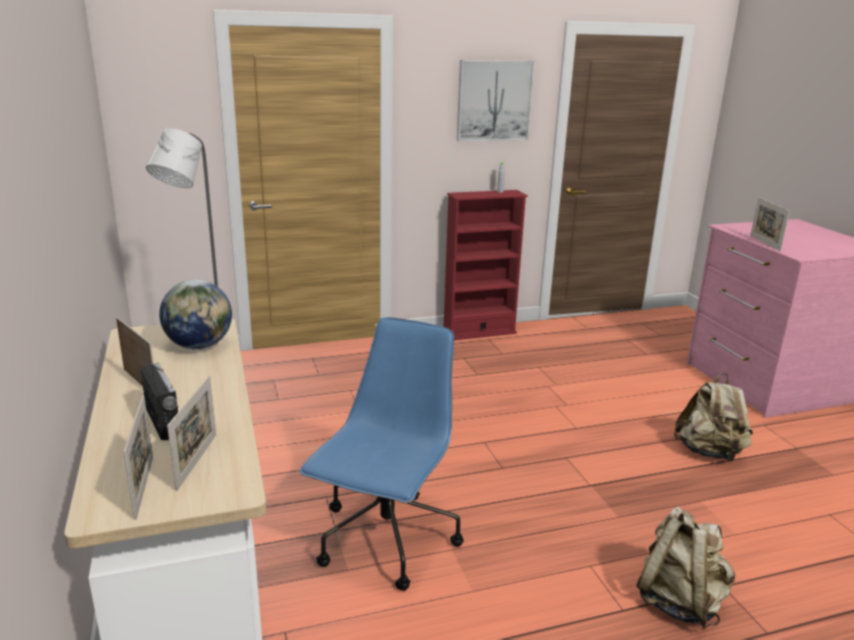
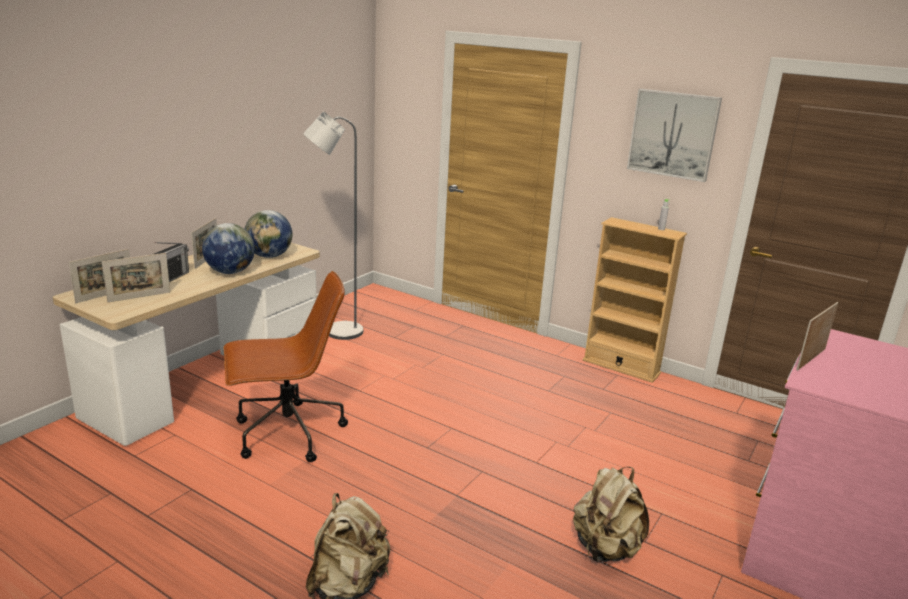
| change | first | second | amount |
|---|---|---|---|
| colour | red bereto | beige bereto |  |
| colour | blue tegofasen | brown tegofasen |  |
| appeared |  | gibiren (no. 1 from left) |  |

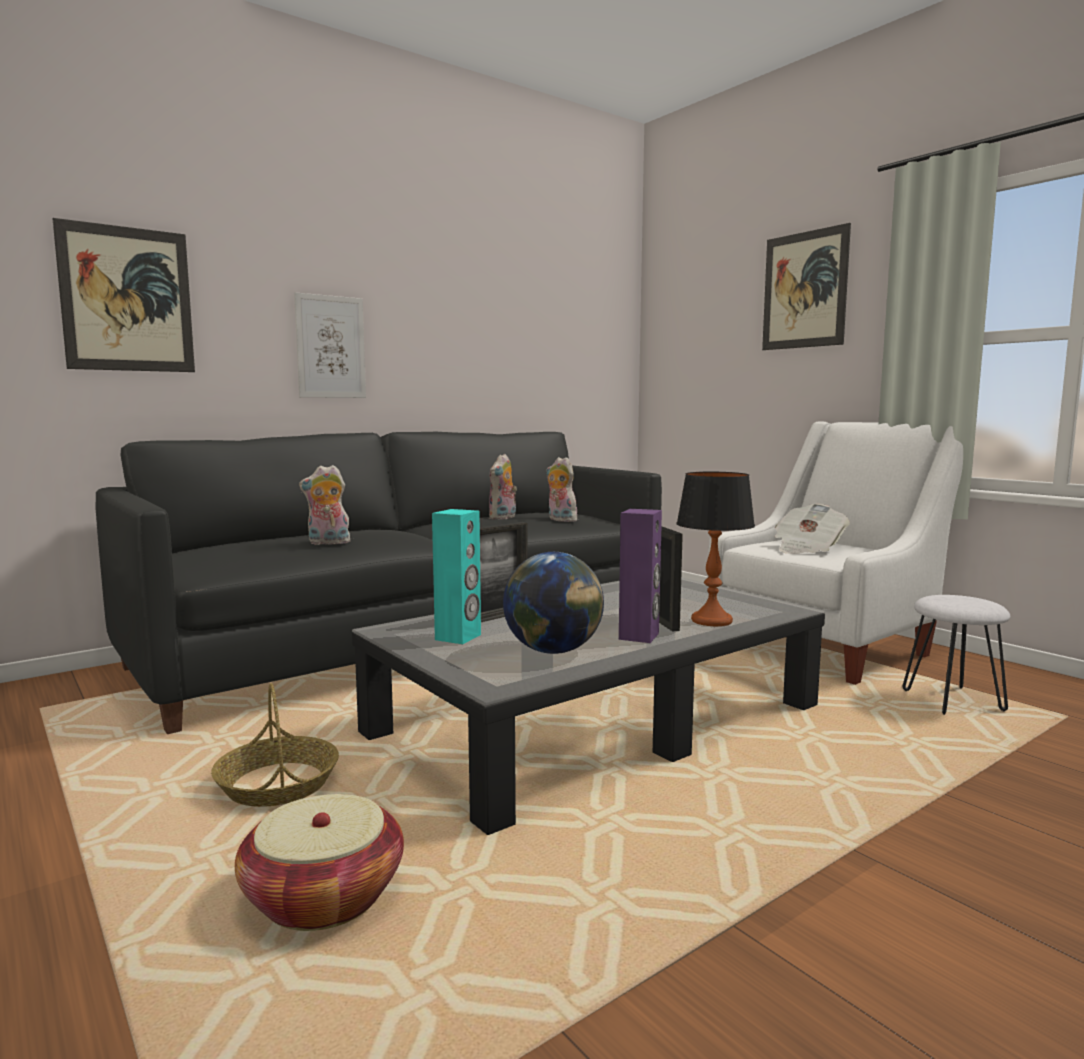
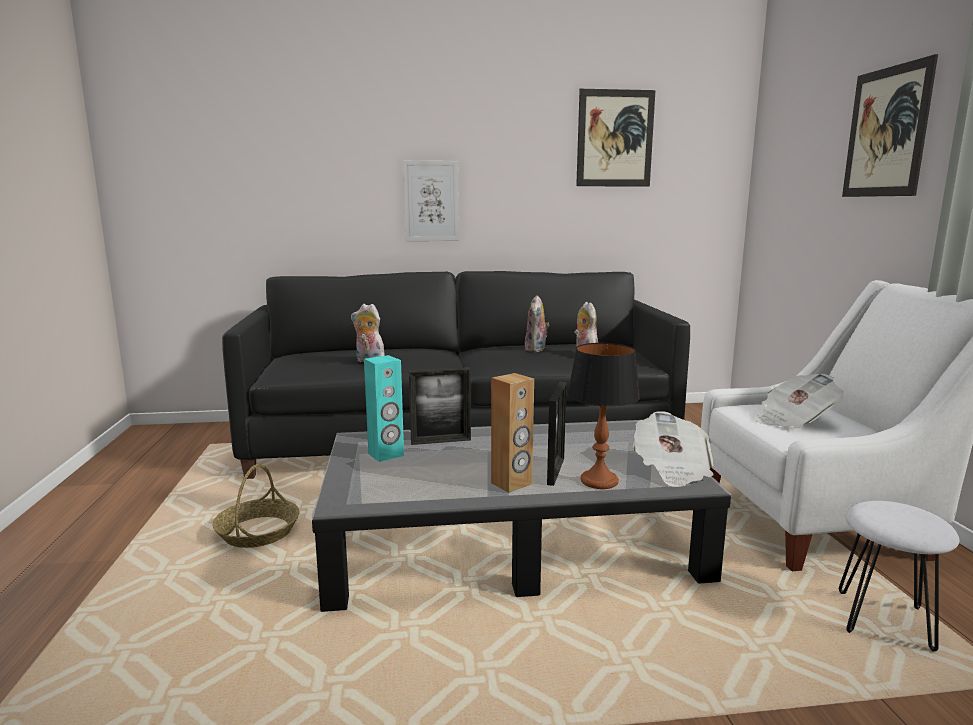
| change | first | second | amount |
|---|---|---|---|
| relocated | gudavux (no. 1 from left in the first image) | gudavux (no. 2 from left) |  |
| spun | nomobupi (no. 2 from left) |  | 45 degrees counterclockwise |
| colour | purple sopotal | brown sopotal |  |
| missing | gibiren |  |  |
| missing | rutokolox (no. 2 from left) |  |  |
| appeared |  | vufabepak (no. 1 from left) |  |

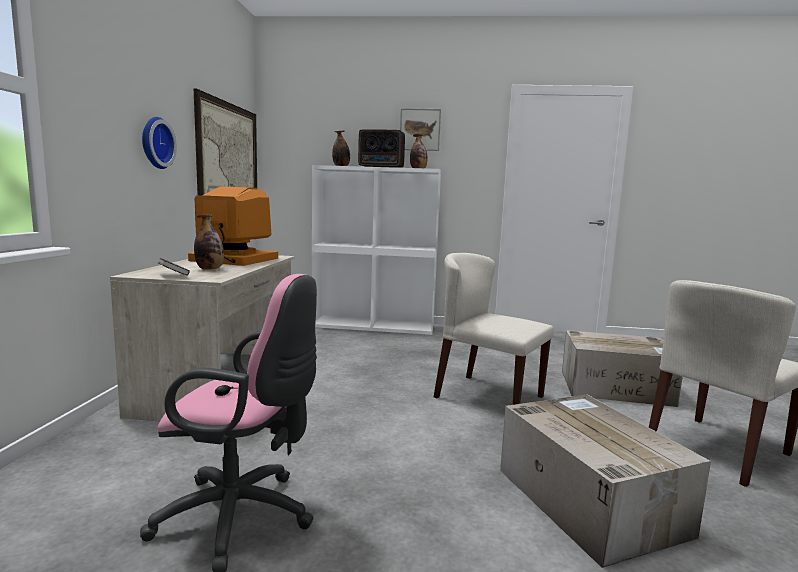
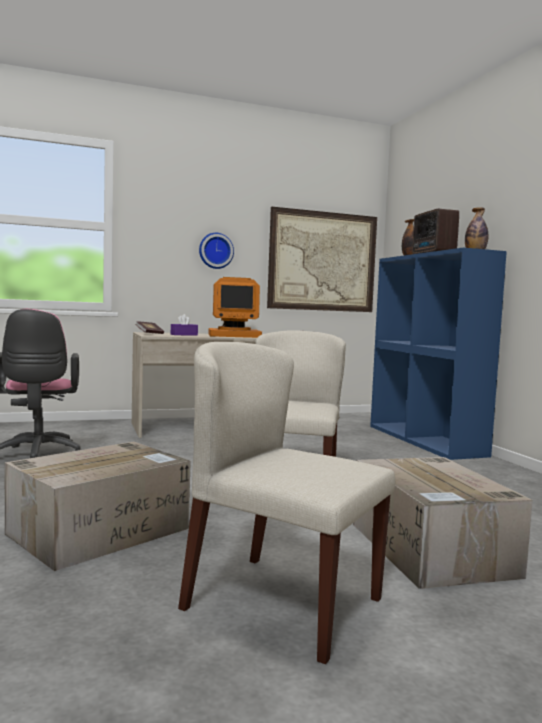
| change | first | second | amount |
|---|---|---|---|
| missing | gudavux (no. 2 from left) |  |  |
| colour | white bereto | blue bereto |  |
| spun | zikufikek |  | 90 degrees clockwise |
| exchanged | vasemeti (no. 1 from left) | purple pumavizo |  |

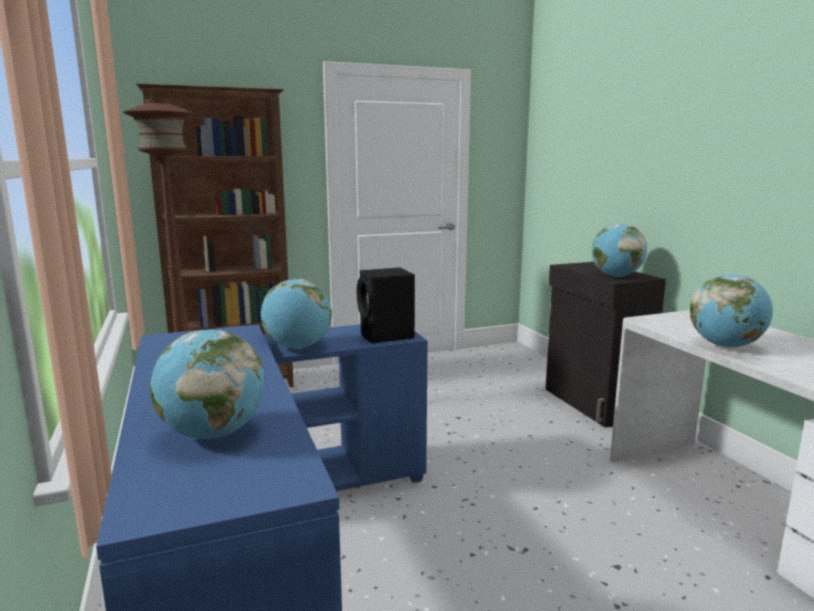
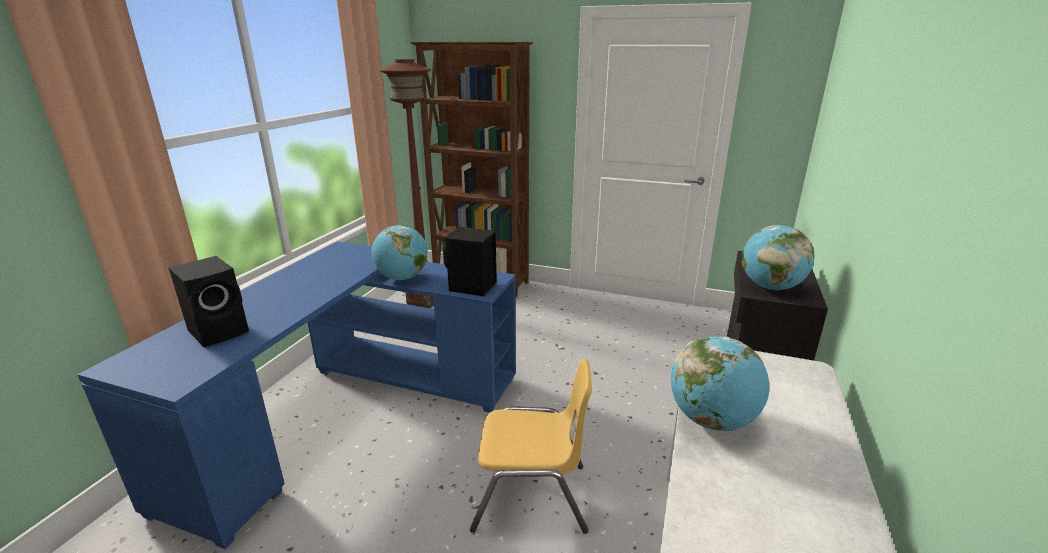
| change | first | second | amount |
|---|---|---|---|
| exchanged | gibiren (no. 1 from left) | black sopotal (no. 1 from left) |  |
| appeared |  | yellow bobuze |  |

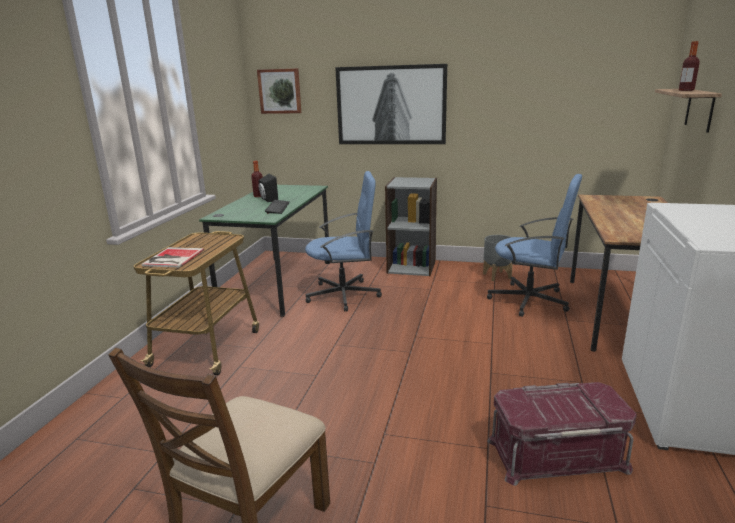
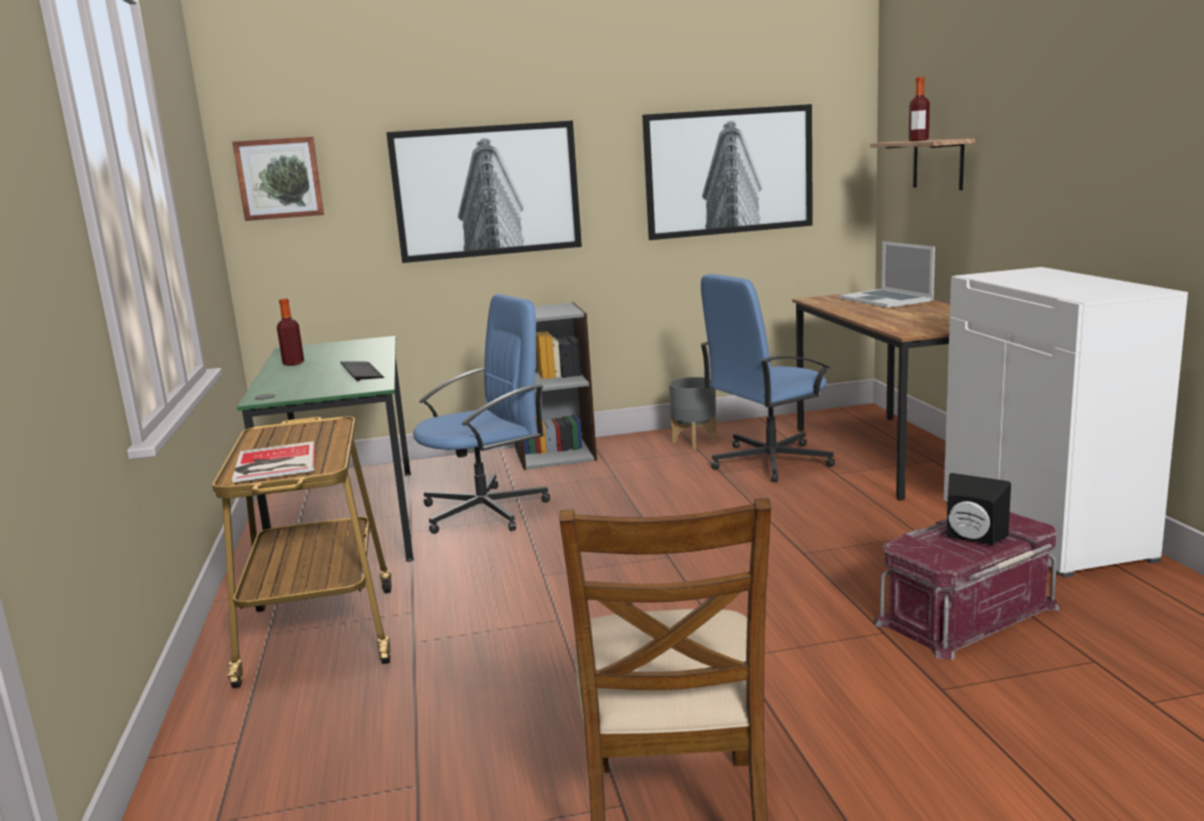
| change | first | second | amount |
|---|---|---|---|
| relocated | black sopotal |  |  |
| spun | blue tegofasen (no. 2 from left) |  | 150 degrees clockwise |
| appeared |  | gudavux (no. 3 from left) |  |
| appeared |  | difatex |  |

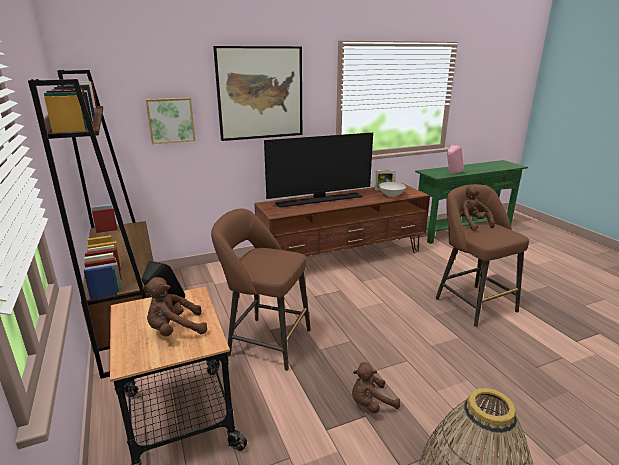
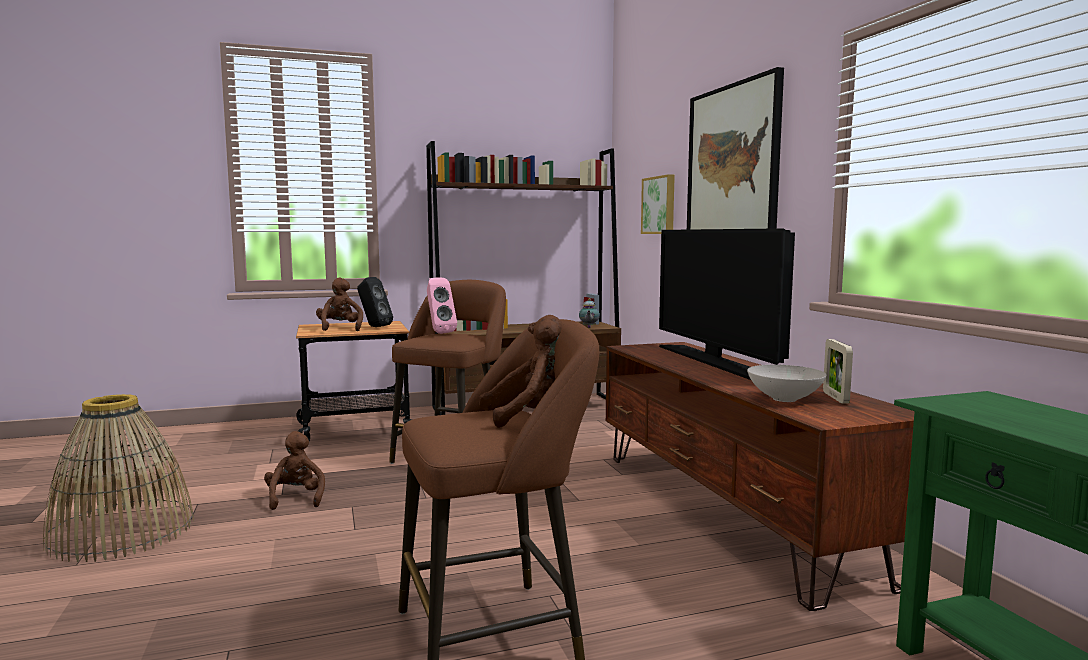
| change | first | second | amount |
|---|---|---|---|
| relocated | pink sopotal |  |  |
| appeared |  | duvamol |  |

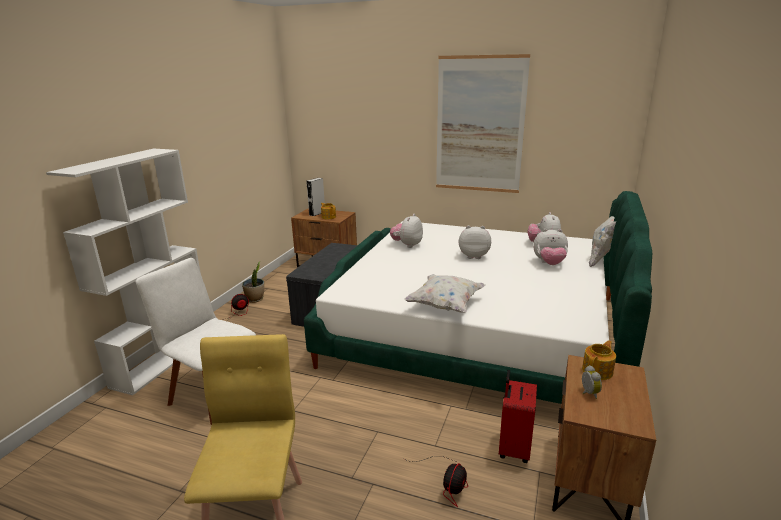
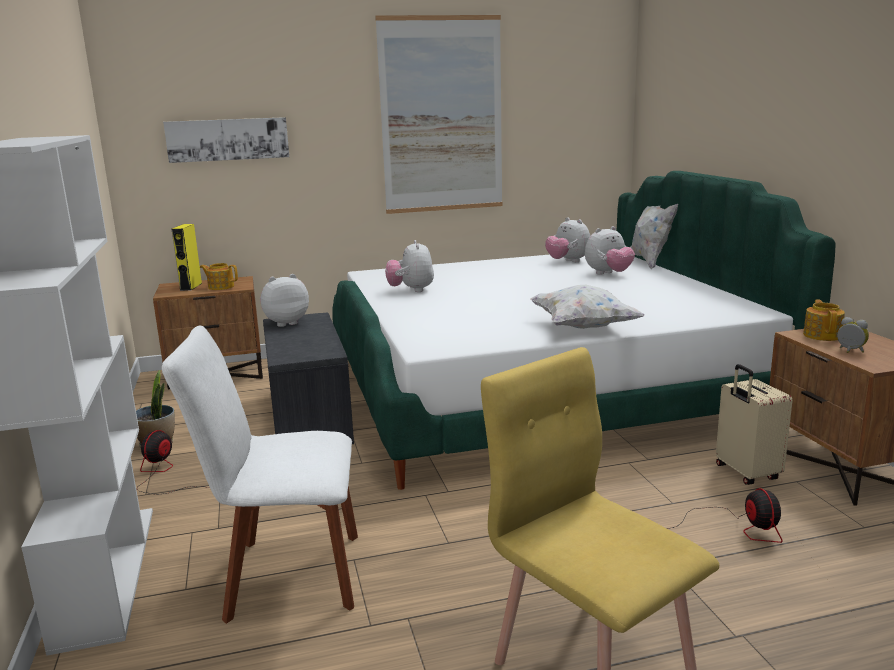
| change | first | second | amount |
|---|---|---|---|
| colour | grey sopotal | yellow sopotal |  |
| relocated | nomobupi (no. 2 from left in the first image) | nomobupi (no. 1 from left) |  |
| colour | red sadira | beige sadira |  |
| appeared |  | gudavux (no. 1 from left) |  |

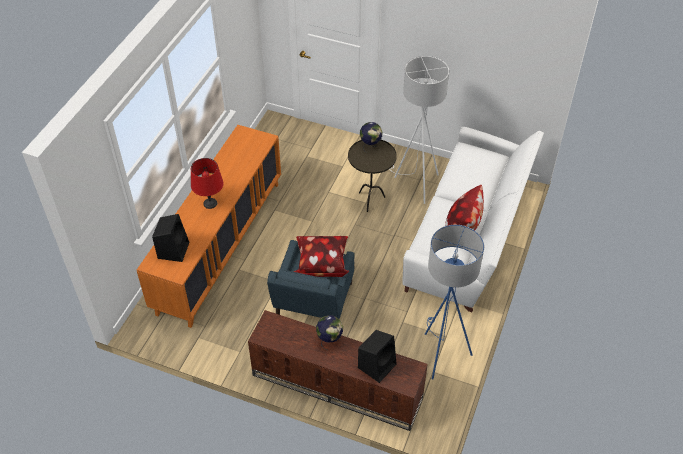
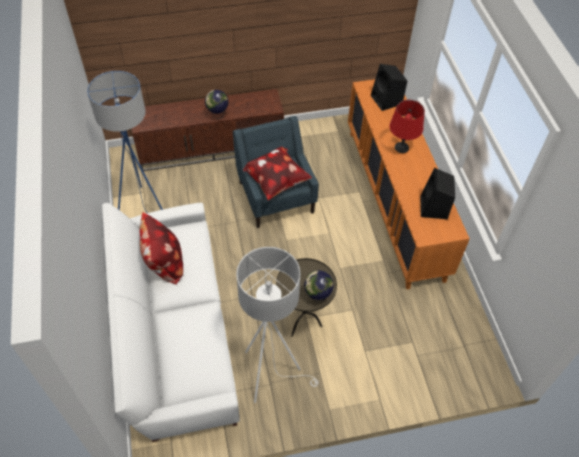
| change | first | second | amount |
|---|---|---|---|
| relocated | black sopotal (no. 2 from left) |  |  |

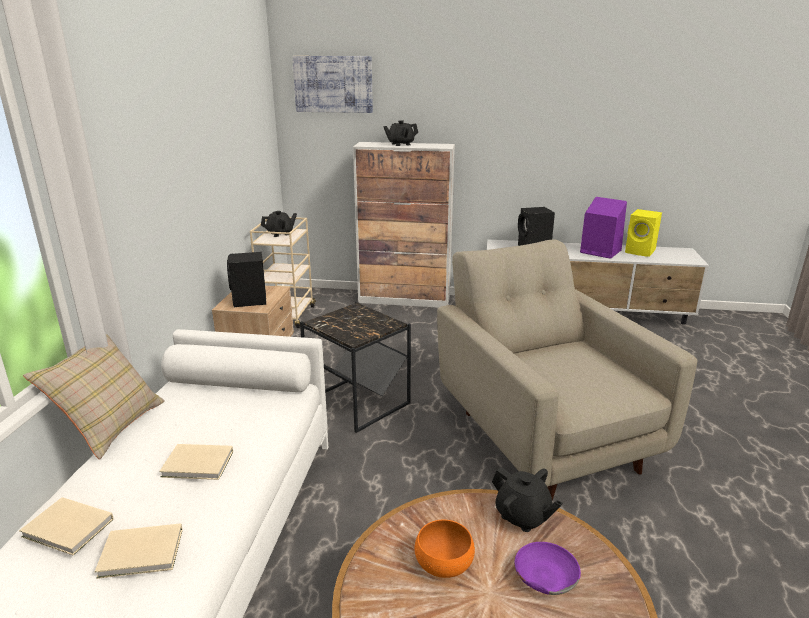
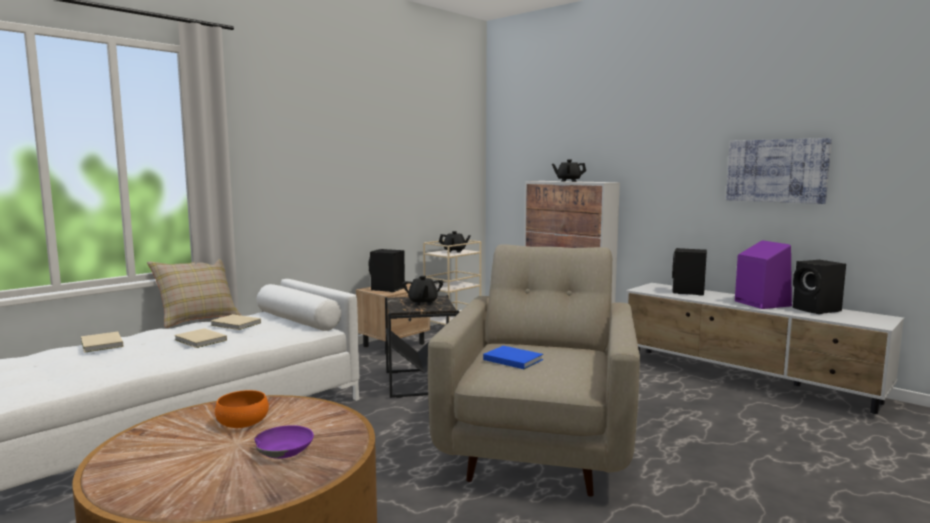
| change | first | second | amount |
|---|---|---|---|
| relocated | gudavux |  |  |
| colour | yellow sopotal | black sopotal (no. 3 from left) |  |
| relocated | black duvamol (no. 3 from left in the first image) | black duvamol (no. 1 from left) |  |
| relocated | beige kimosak (no. 2 from left in the first image) | beige kimosak (no. 3 from left) |  |
| appeared |  | blue kimosak |  |

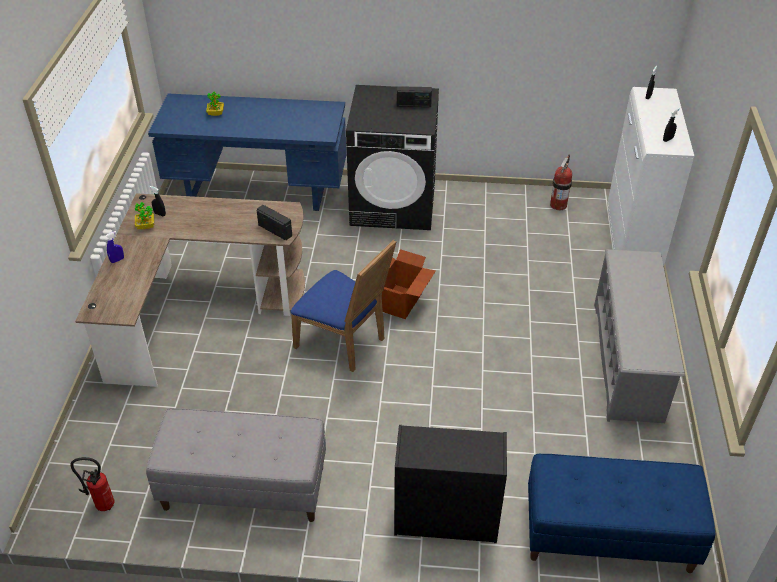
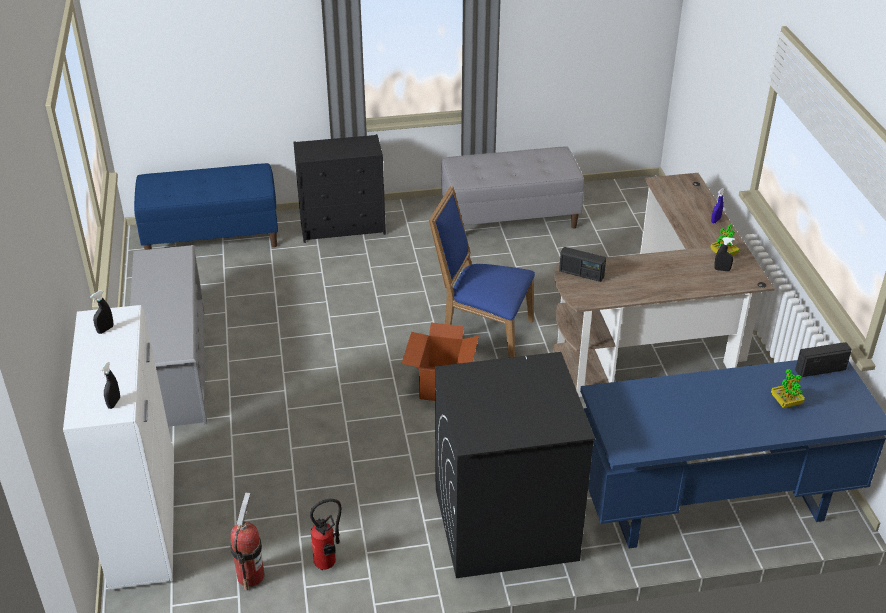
| change | first | second | amount |
|---|---|---|---|
| relocated | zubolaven (no. 2 from left) |  |  |
| relocated | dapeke (no. 1 from left in the first image) | dapeke (no. 2 from left) |  |

